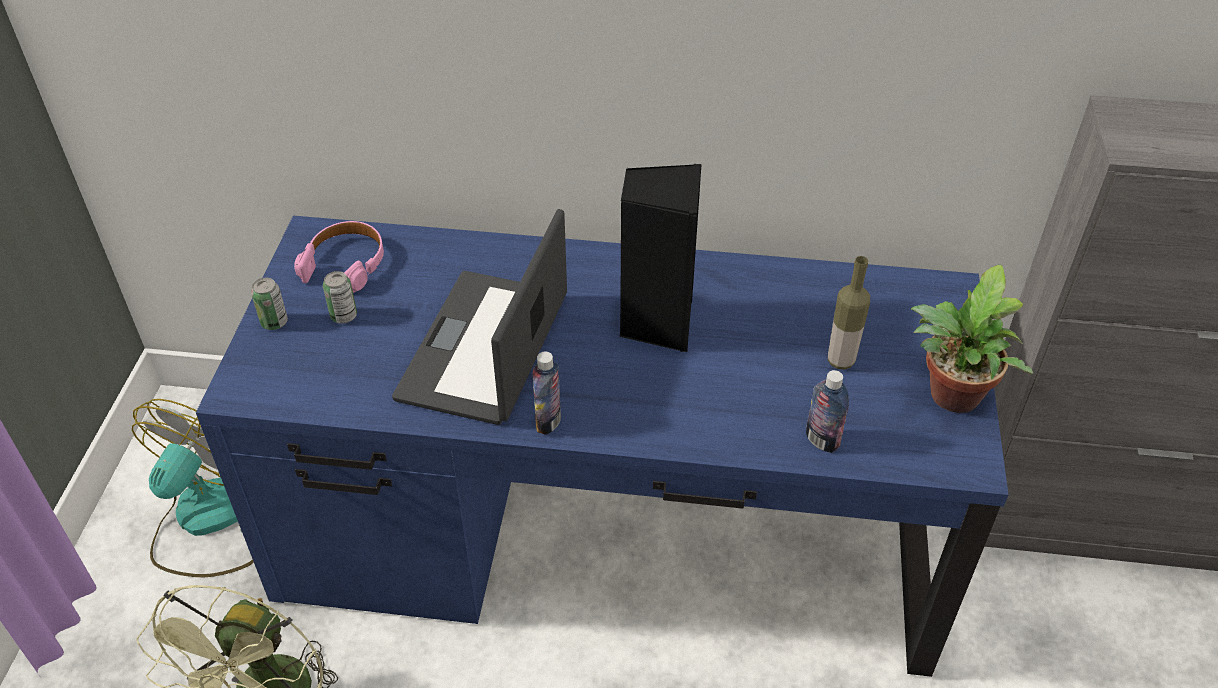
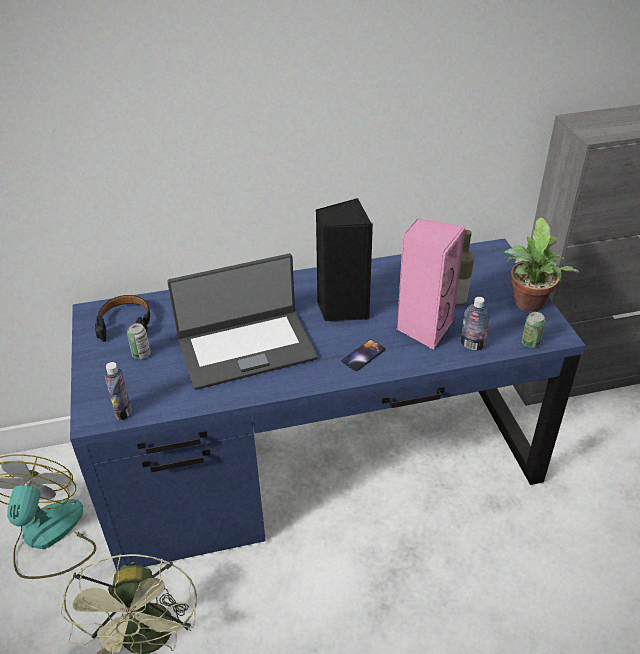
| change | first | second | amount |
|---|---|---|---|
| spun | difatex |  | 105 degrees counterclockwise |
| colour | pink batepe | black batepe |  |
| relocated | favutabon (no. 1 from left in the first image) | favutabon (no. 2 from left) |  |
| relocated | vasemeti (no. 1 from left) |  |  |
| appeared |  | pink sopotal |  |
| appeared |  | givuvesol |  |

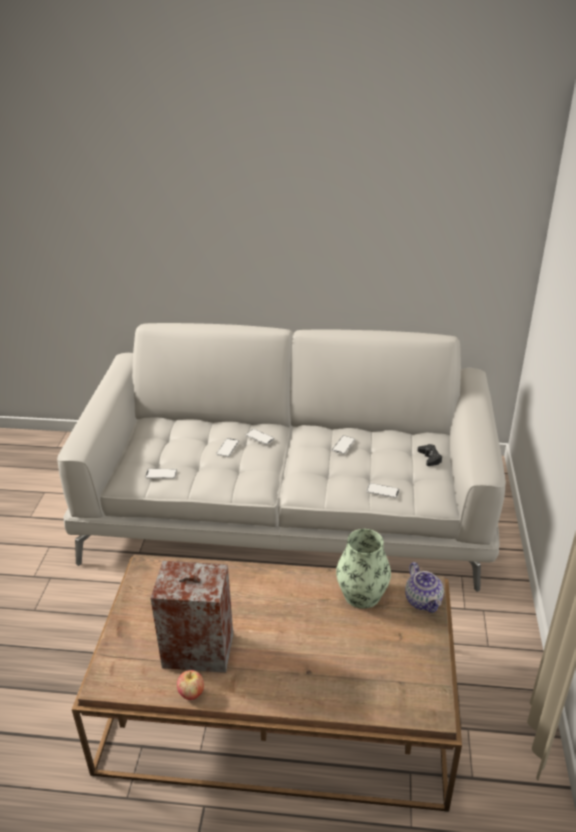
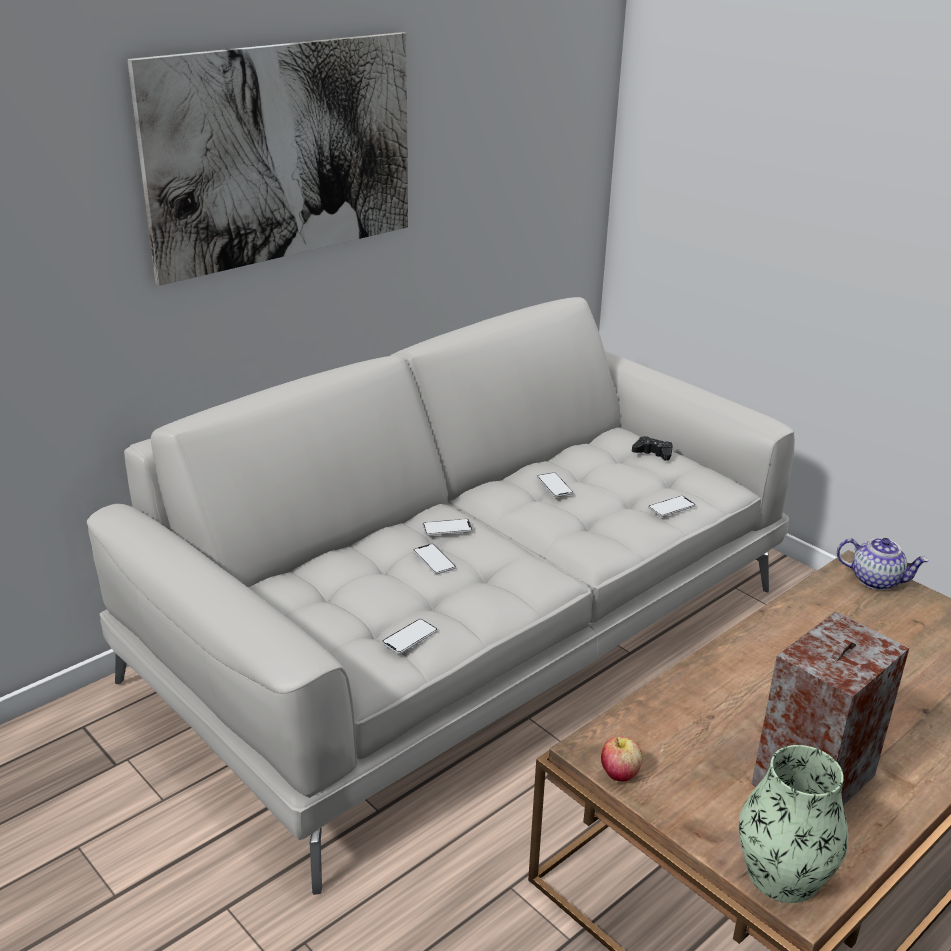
| change | first | second | amount |
|---|---|---|---|
| relocated | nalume |  |  |
| relocated | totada |  |  |
| appeared |  | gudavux |  |

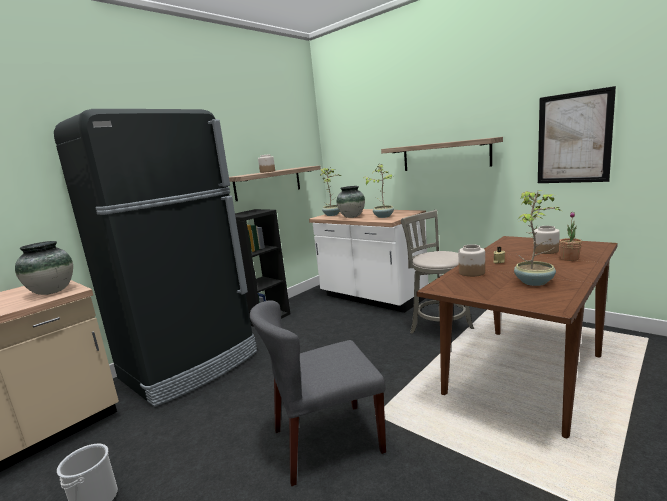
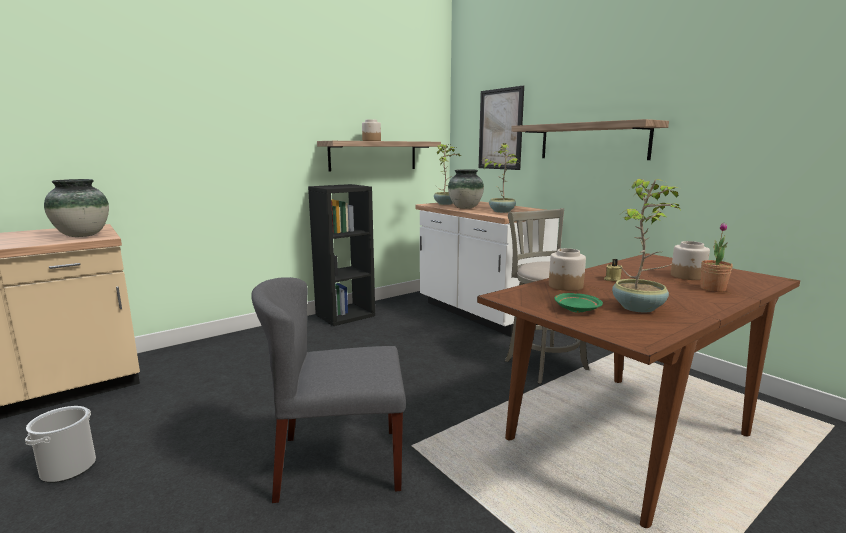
| change | first | second | amount |
|---|---|---|---|
| relocated | gudavux |  |  |
| missing | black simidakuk |  |  |
| appeared |  | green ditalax |  |

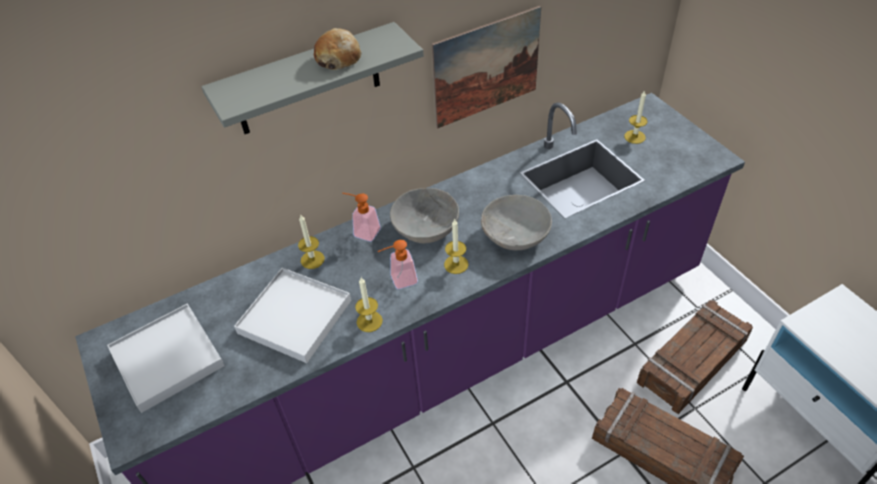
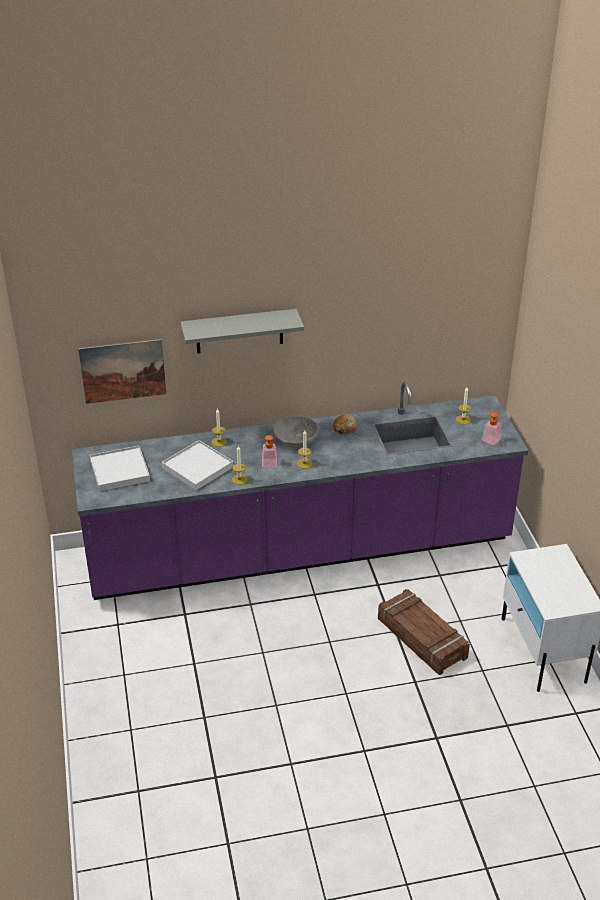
| change | first | second | amount |
|---|---|---|---|
| relocated | gudavux |  |  |
| relocated | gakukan |  |  |
| relocated | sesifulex (no. 1 from left in the first image) | sesifulex (no. 2 from left) |  |
| missing | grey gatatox (no. 2 from left) |  |  |
| missing | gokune (no. 2 from left) |  |  |

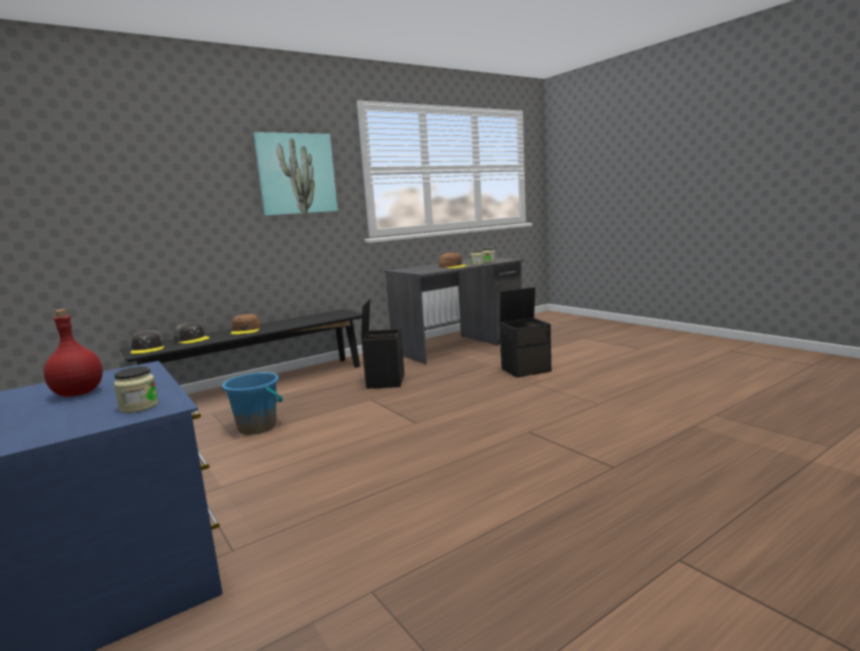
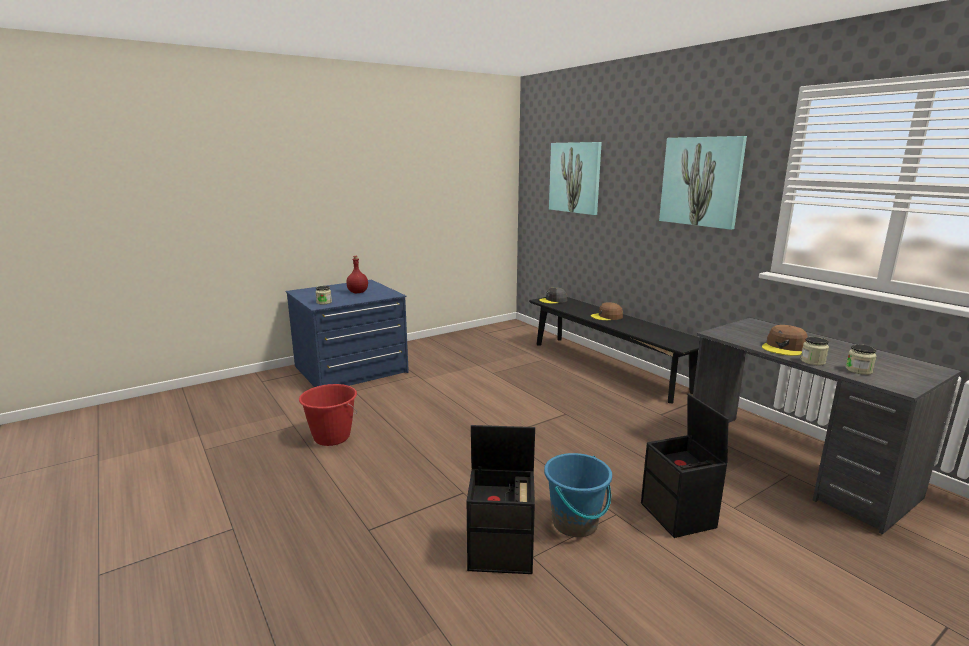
| change | first | second | amount |
|---|---|---|---|
| relocated | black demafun (no. 1 from left) |  |  |
| missing | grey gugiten (no. 2 from left) |  |  |
| relocated | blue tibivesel |  |  |
| appeared |  | gudavux (no. 1 from left) |  |
| appeared |  | red tibivesel |  |

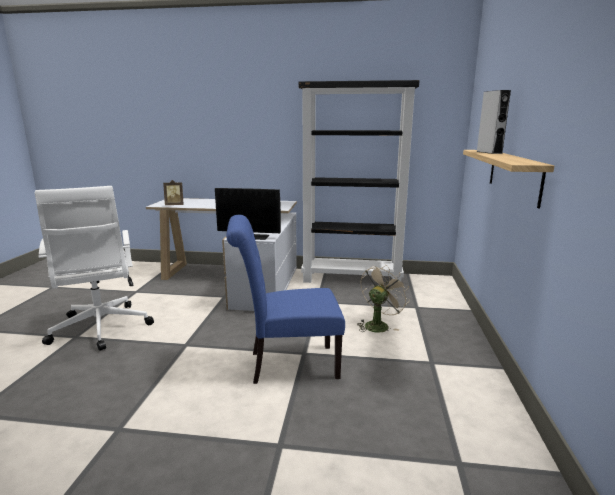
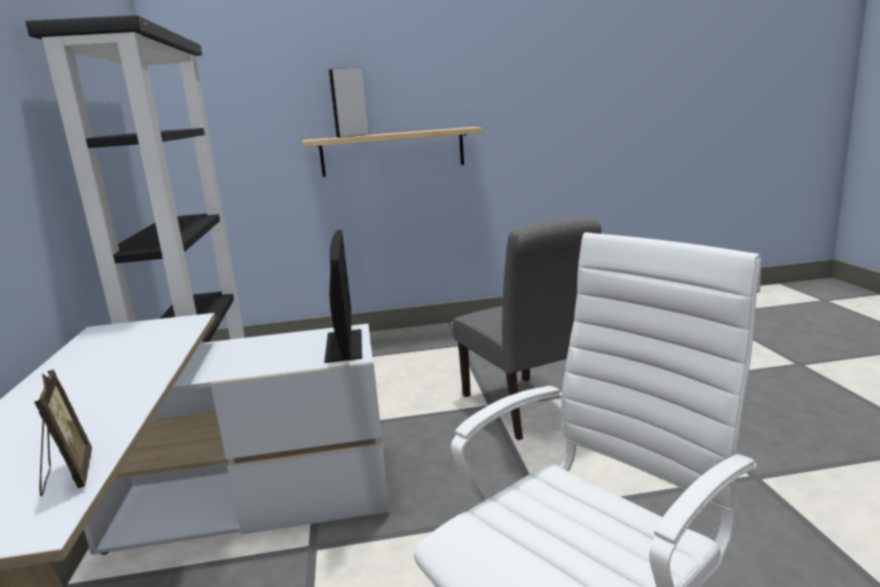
| change | first | second | amount |
|---|---|---|---|
| colour | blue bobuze | grey bobuze |  |
| missing | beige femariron |  |  |

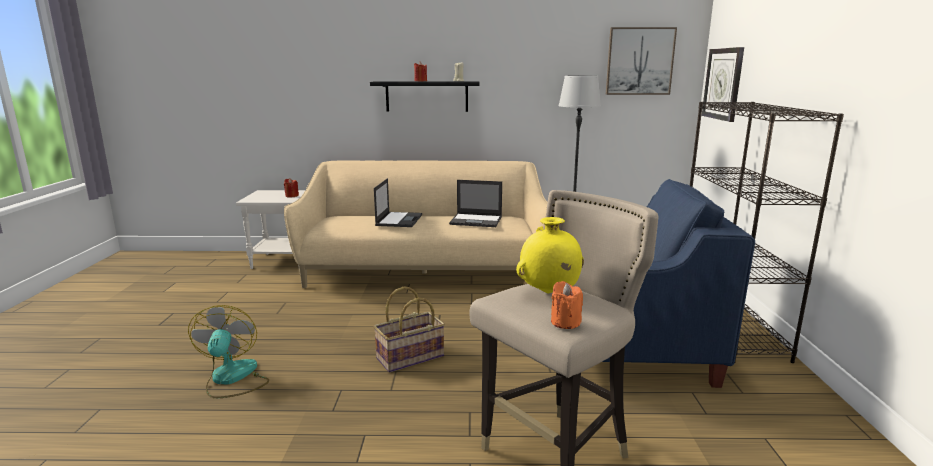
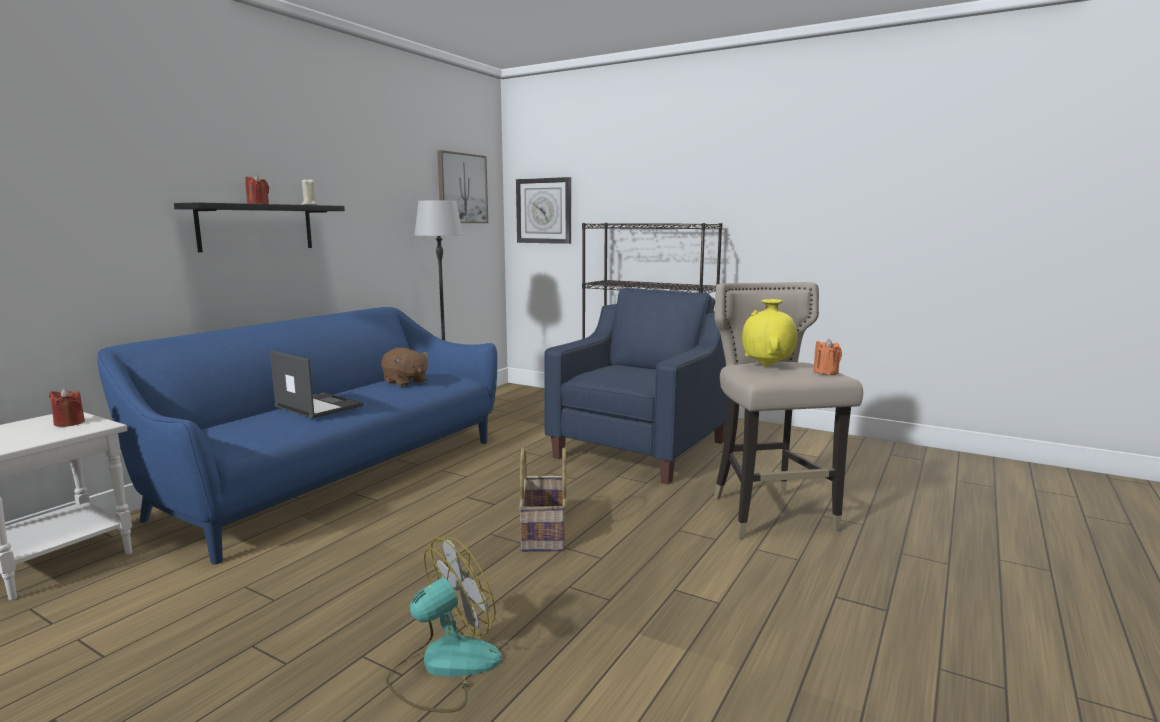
| change | first | second | amount |
|---|---|---|---|
| colour | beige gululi | blue gululi |  |
| exchanged | difatex (no. 2 from left) | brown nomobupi |  |
| spun | femariron |  | 120 degrees clockwise |

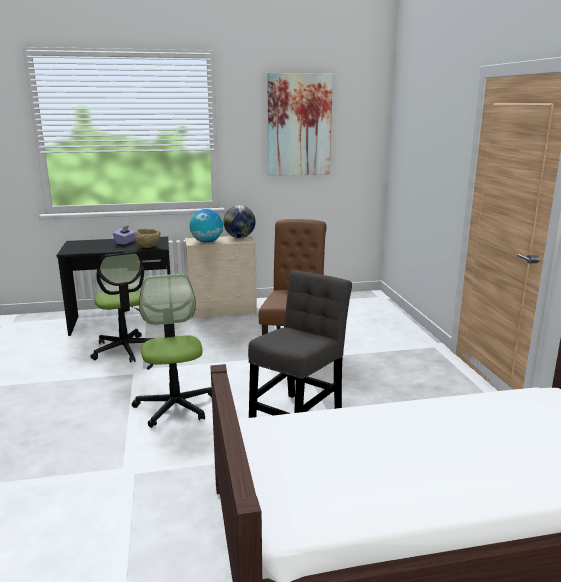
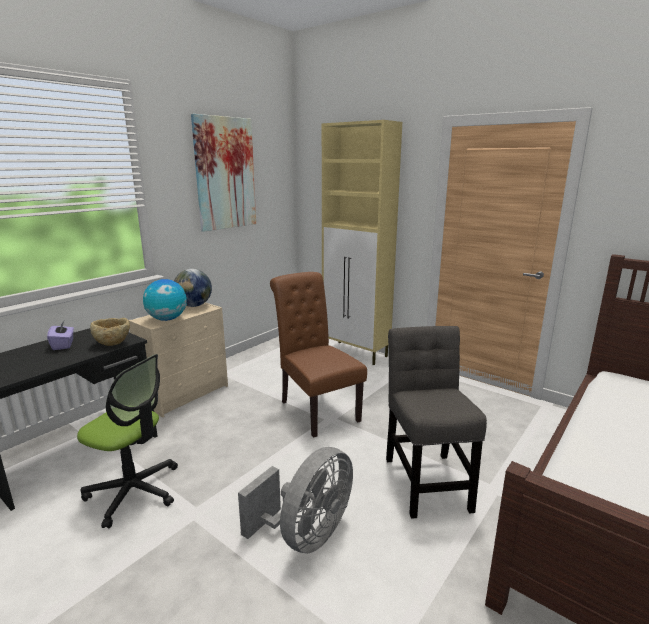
| change | first | second | amount |
|---|---|---|---|
| exchanged | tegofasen (no. 2 from left) | grey femariron |  |
| appeared |  | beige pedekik |  |

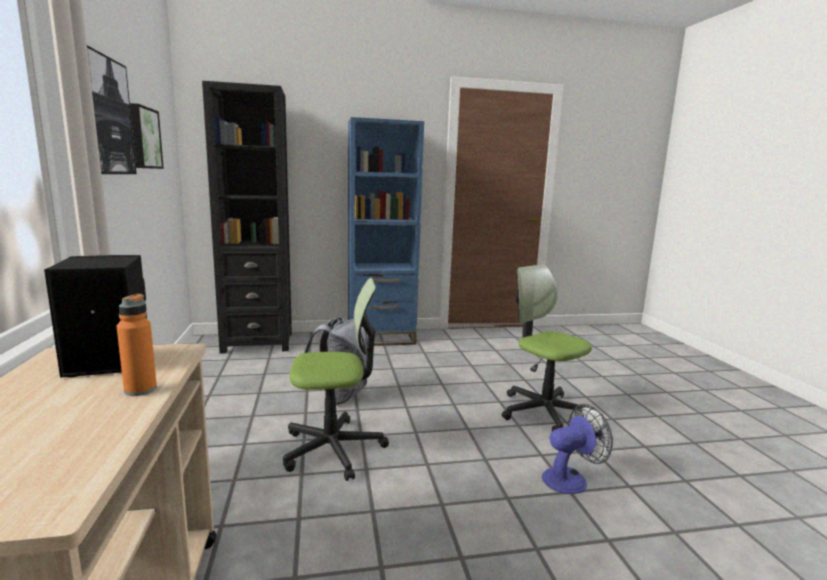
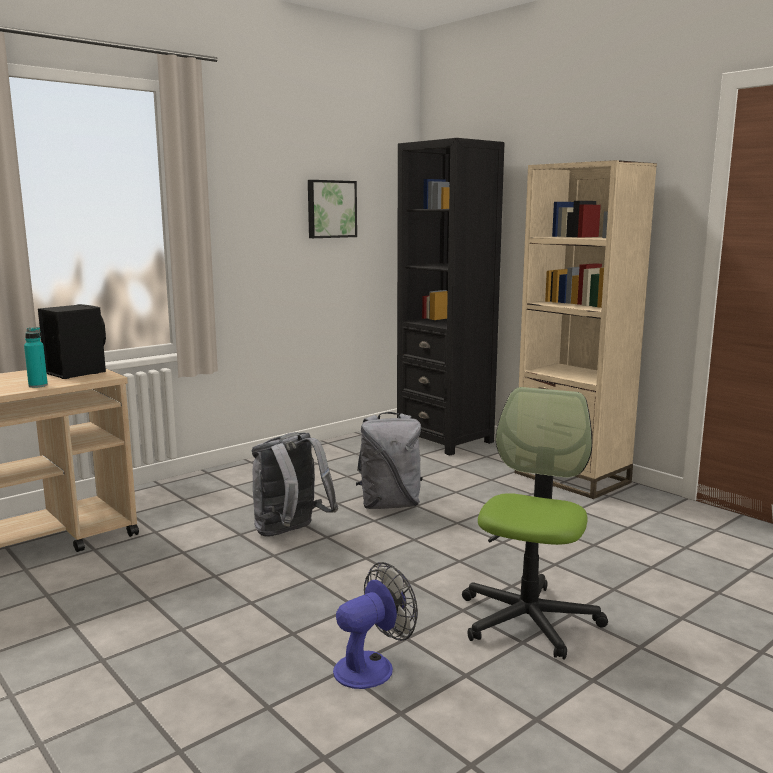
| change | first | second | amount |
|---|---|---|---|
| missing | gudavux (no. 1 from left) |  |  |
| colour | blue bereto | beige bereto |  |
| exchanged | tegofasen (no. 1 from left) | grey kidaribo (no. 1 from left) |  |
| colour | orange vasemeti | turquoise vasemeti |  |
| spun | femariron |  | 75 degrees counterclockwise |

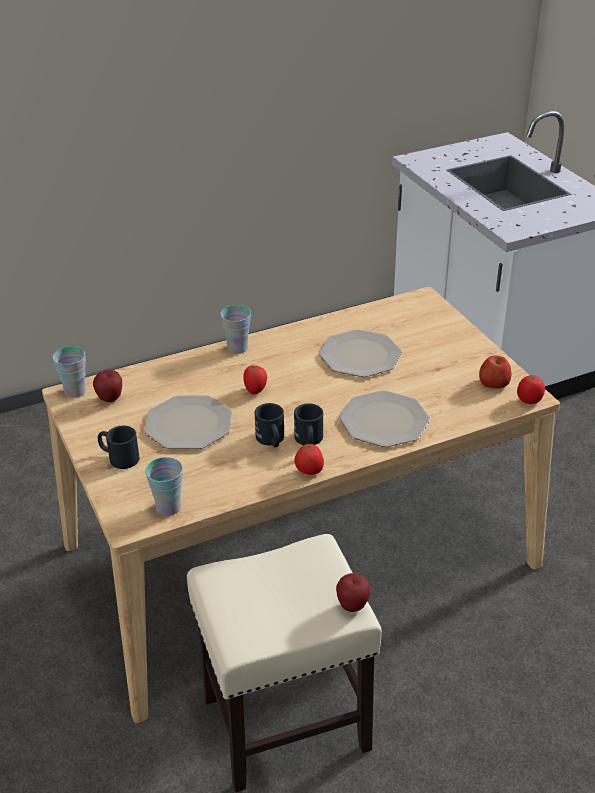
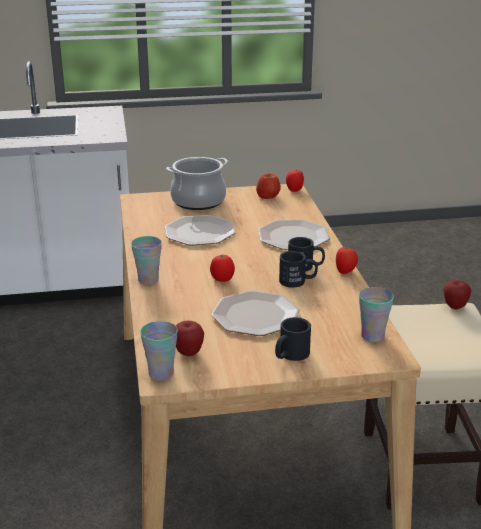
| change | first | second | amount |
|---|---|---|---|
| appeared |  | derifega |  |

